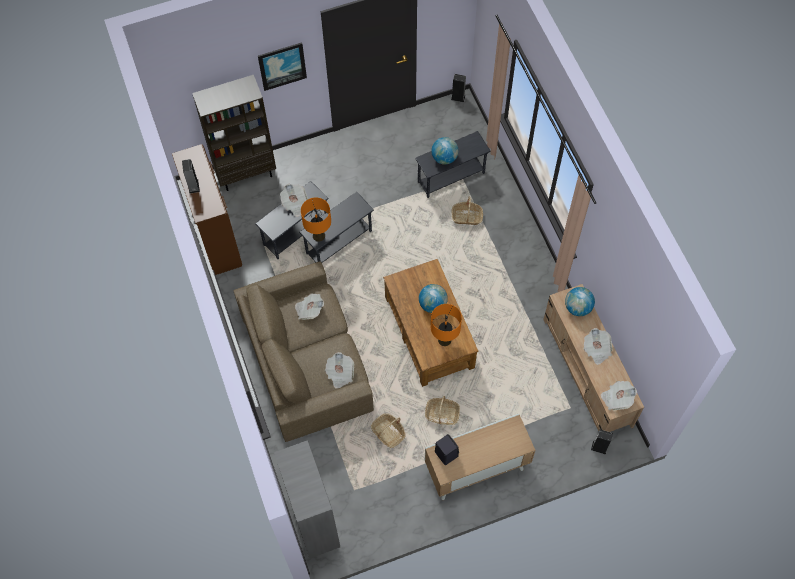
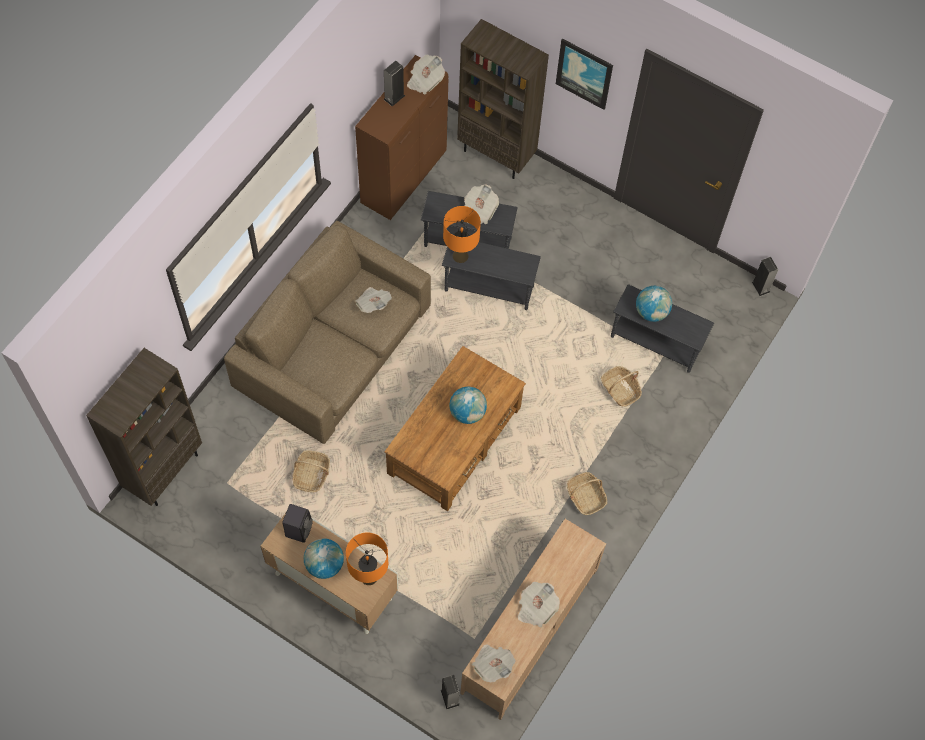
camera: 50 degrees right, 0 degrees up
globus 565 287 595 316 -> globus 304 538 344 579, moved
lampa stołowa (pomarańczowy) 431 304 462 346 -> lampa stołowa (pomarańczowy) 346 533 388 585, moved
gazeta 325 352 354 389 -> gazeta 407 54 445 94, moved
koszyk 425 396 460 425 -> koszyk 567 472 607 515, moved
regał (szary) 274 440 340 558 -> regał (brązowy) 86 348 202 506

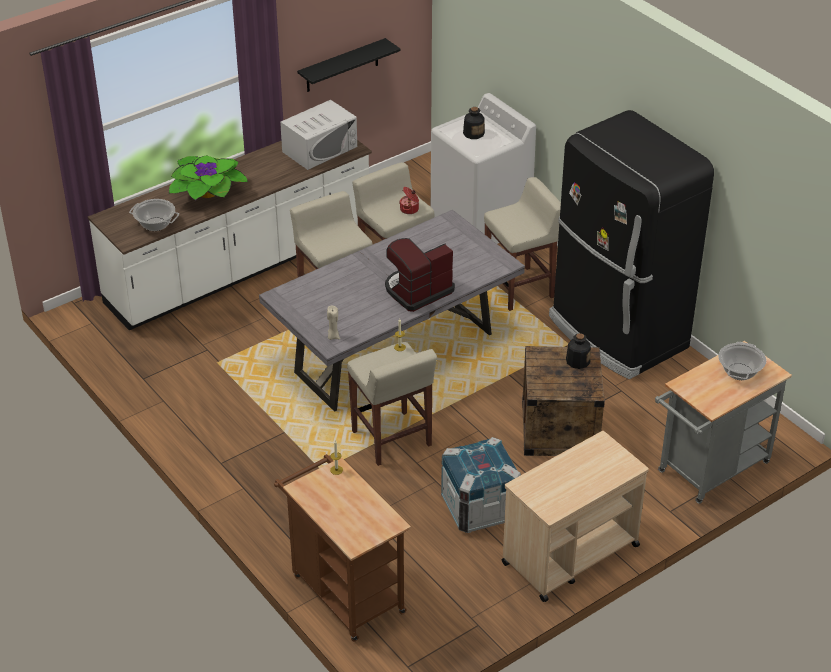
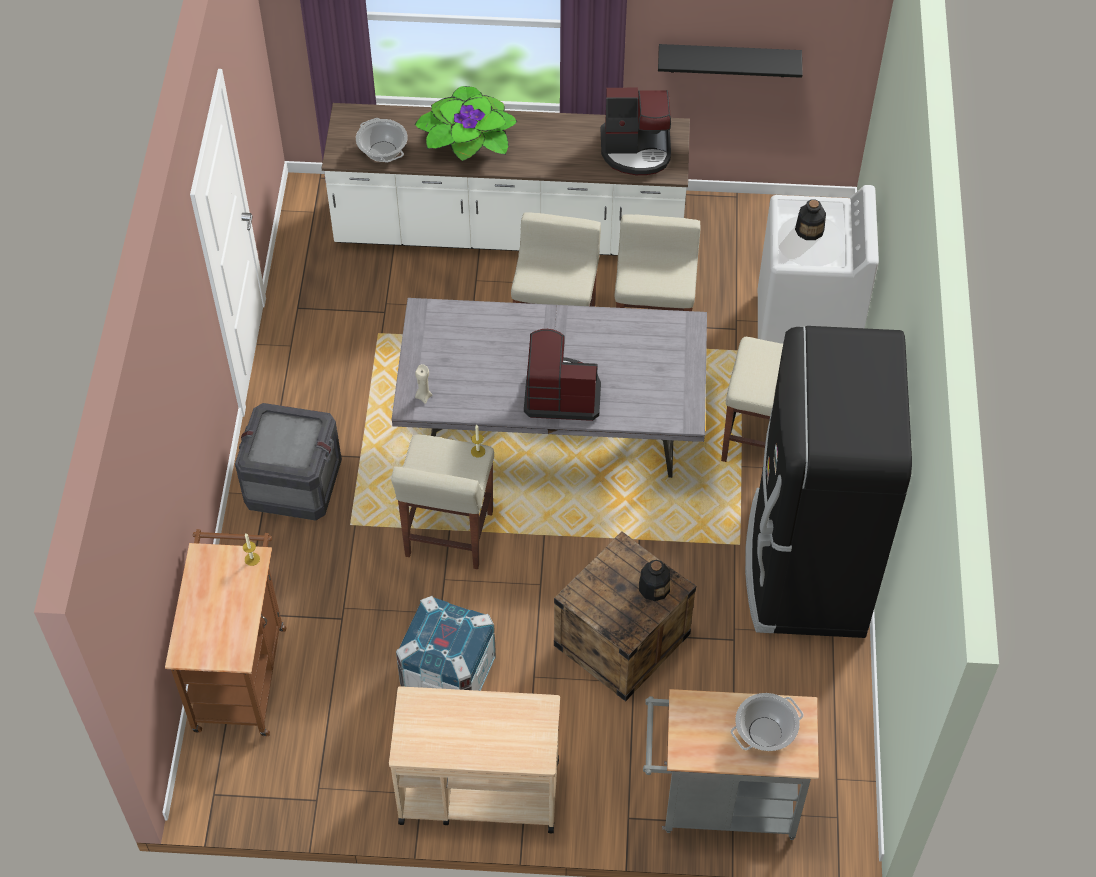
camera: 40 degrees right, 15 degrees up
mikrofalówka (biały) 280 100 357 170 -> ekspres do kawy 601 88 671 175
garnek 399 187 419 214 -> none
none -> skrzynka 235 403 342 520

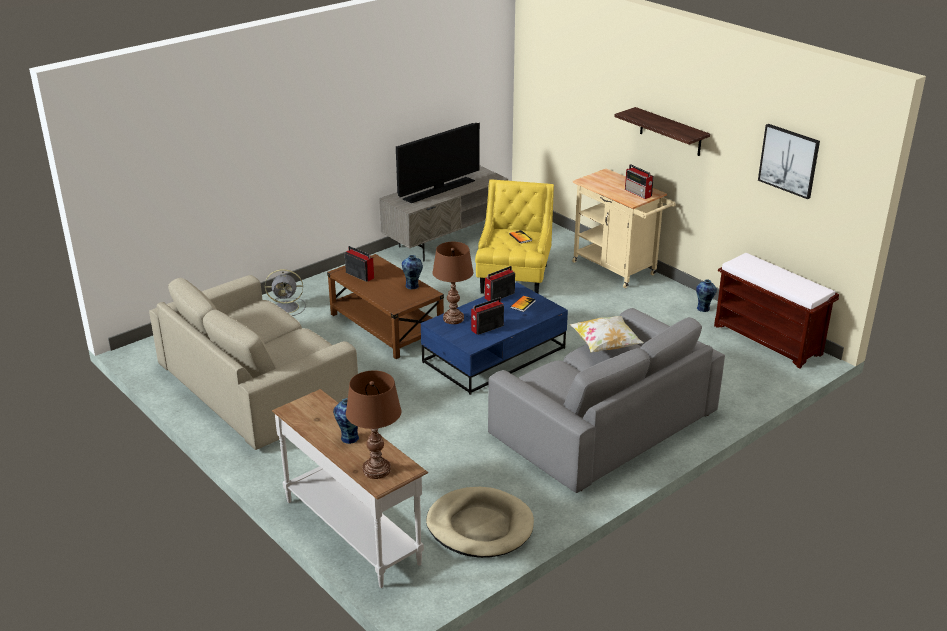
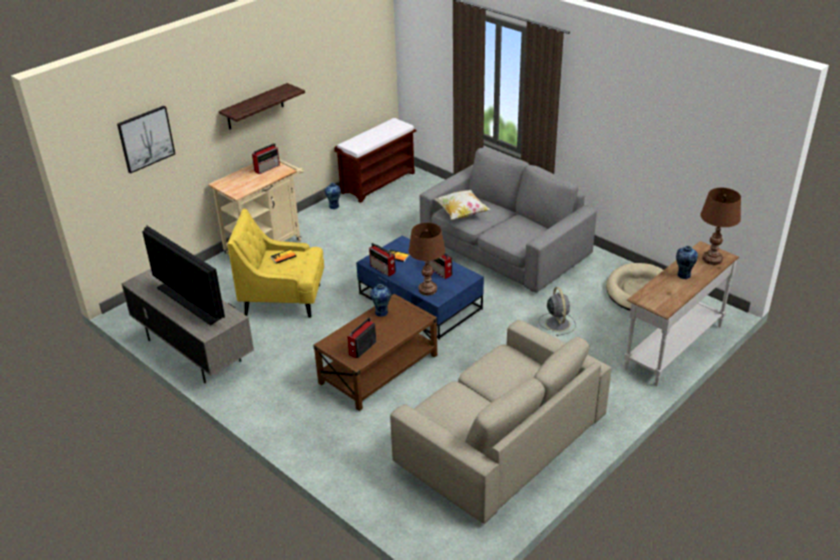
camera: 95 degrees left, 5 degrees up
obraz 758 124 820 199 -> obraz 117 106 175 174, moved
wentylator (szary) 265 269 305 316 -> wentylator (szary) 539 287 576 336, moved

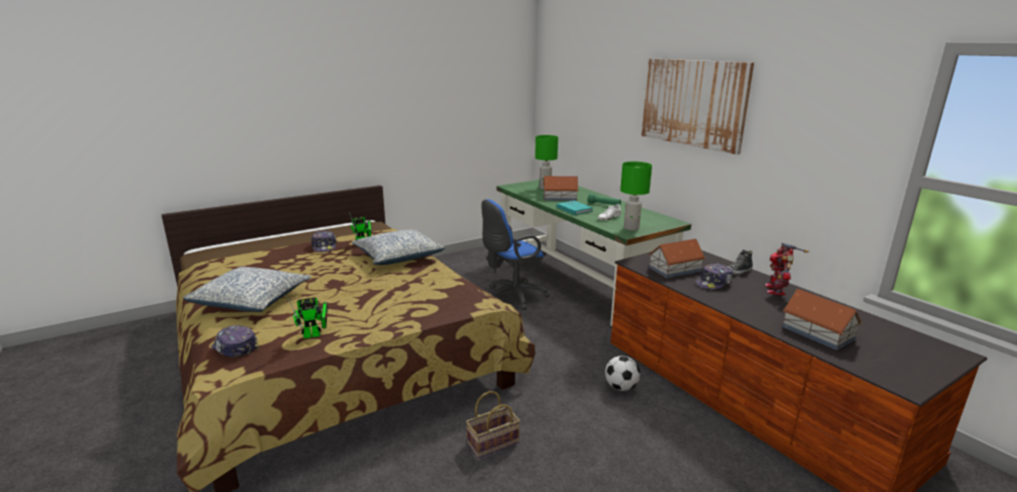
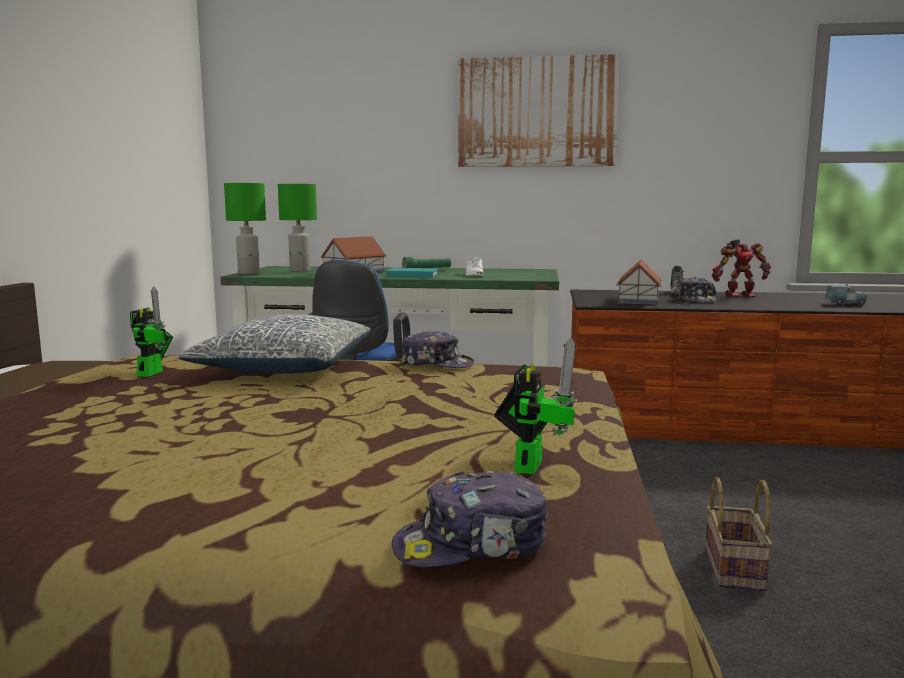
camera: 50 degrees left, 10 degrees down
lampa stołowa (zielony) 620 162 652 231 -> lampa stołowa (zielony) 224 183 266 274, moved
czapka z daszkiem 311 231 337 252 -> czapka z daszkiem 400 331 474 368, moved
robot zabawkowy 765 243 809 296 -> robot zabawkowy 712 239 771 297, 60 degrees counterclockwise
poduszka 183 266 311 312 -> none
domek 782 289 863 350 -> samochodzik (niebieski) 825 284 867 305
piłka futbolowa 605 356 640 391 -> none

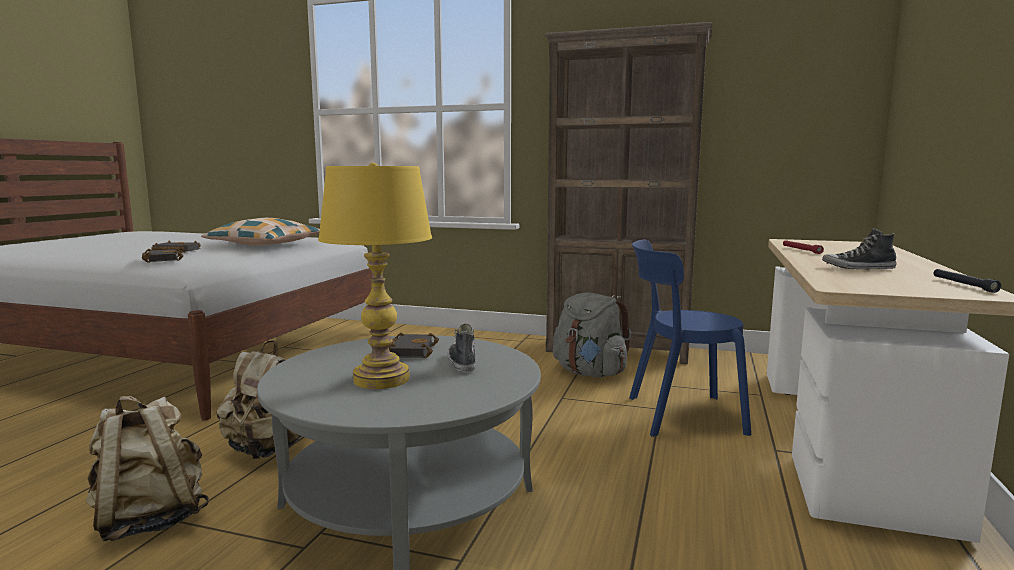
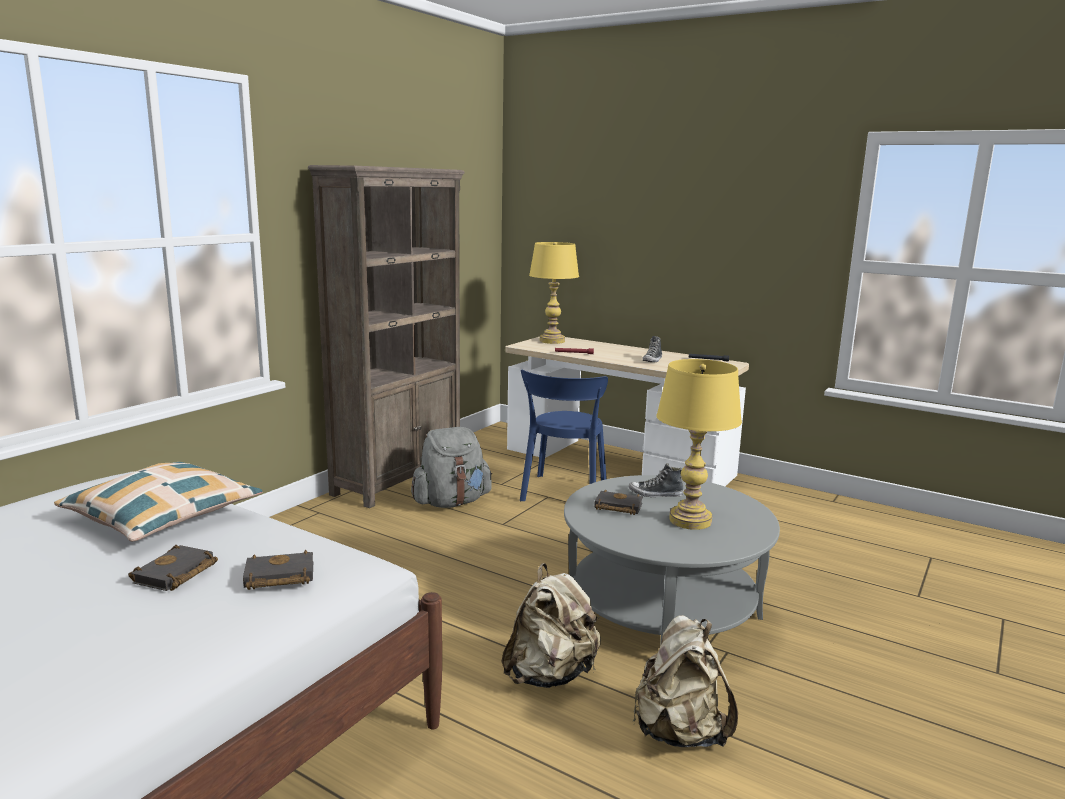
camera: 75 degrees left, 5 degrees up
none -> lampa stołowa (żółty) 529 242 579 344

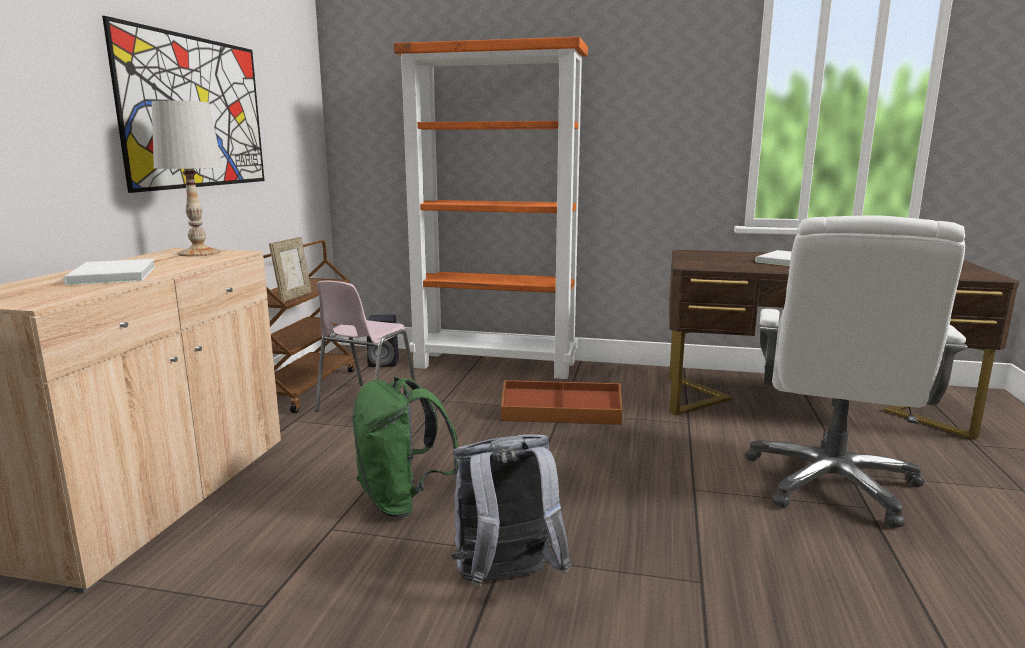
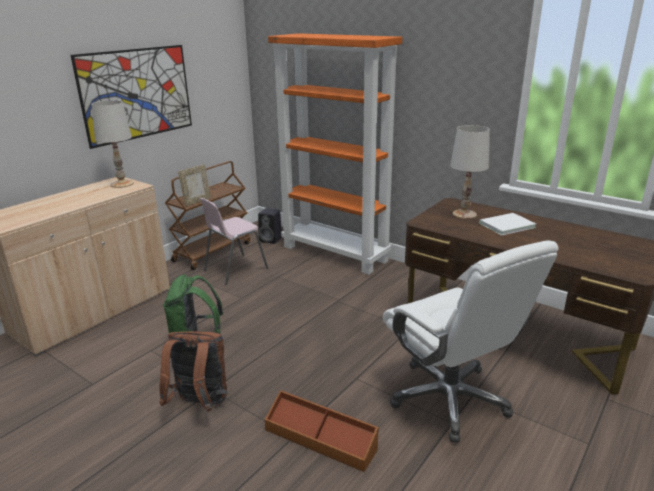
camera: 25 degrees right, 10 degrees up
krzesło biurowe (biały) 745 215 967 528 -> krzesło biurowe (biały) 383 240 559 443, 75 degrees counterclockwise
książka (biały) 63 259 155 285 -> none
pojemnik do przechowywania (brązowy) 501 380 622 425 -> pojemnik do przechowywania (brązowy) 265 390 379 472, moved
plecak (szary) 451 434 572 588 -> plecak (brązowy) 159 331 227 412
none -> lampa stołowa (biały) 450 125 490 219

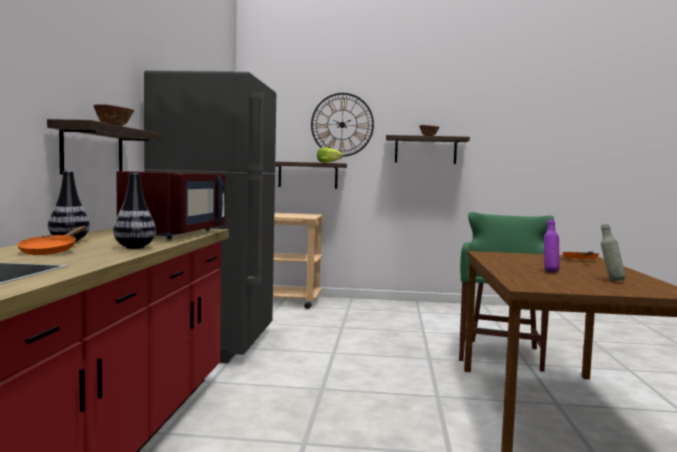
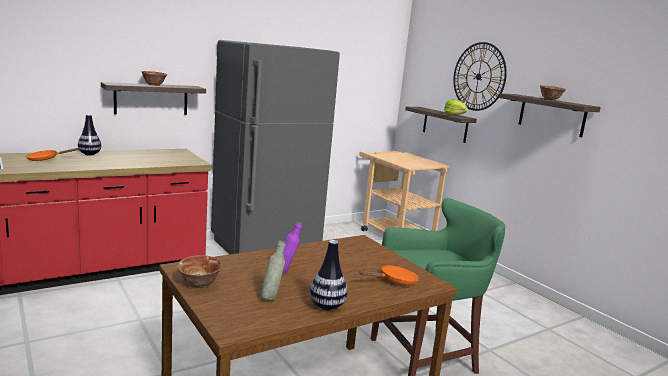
camera: 50 degrees right, 10 degrees up
mikrofalówka (czerwony) 116 171 226 239 -> none
wazon 113 173 156 249 -> wazon 310 240 348 310, moved
none -> miska 177 255 222 288

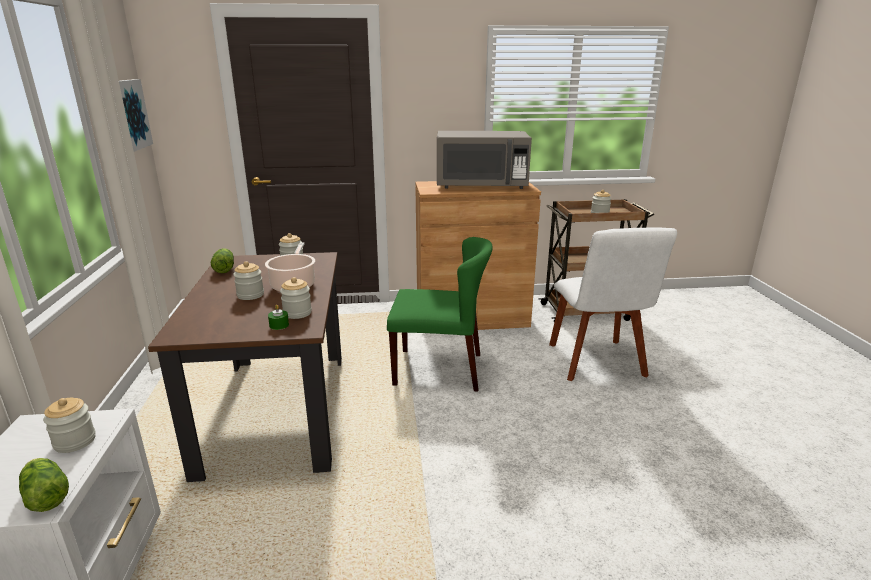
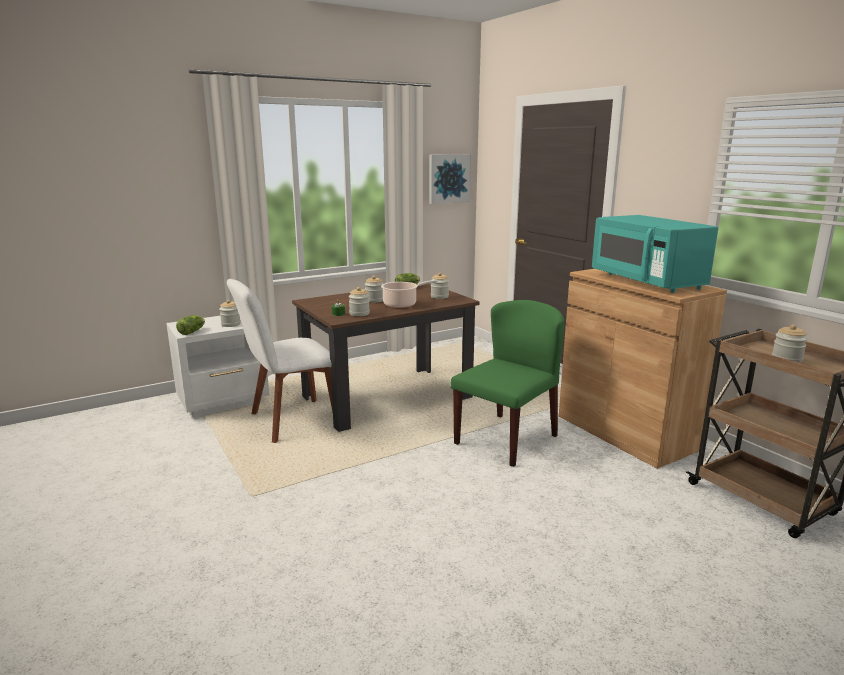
camera: 65 degrees right, 5 degrees down
mikrofalówka (szary) 437 131 532 189 -> mikrofalówka (turkusowy) 592 215 718 293
krzesło (biały) 549 227 677 381 -> krzesło (biały) 227 279 333 443, moved
krzesło (zielony) 387 237 493 392 -> krzesło (zielony) 451 300 564 467, 120 degrees counterclockwise

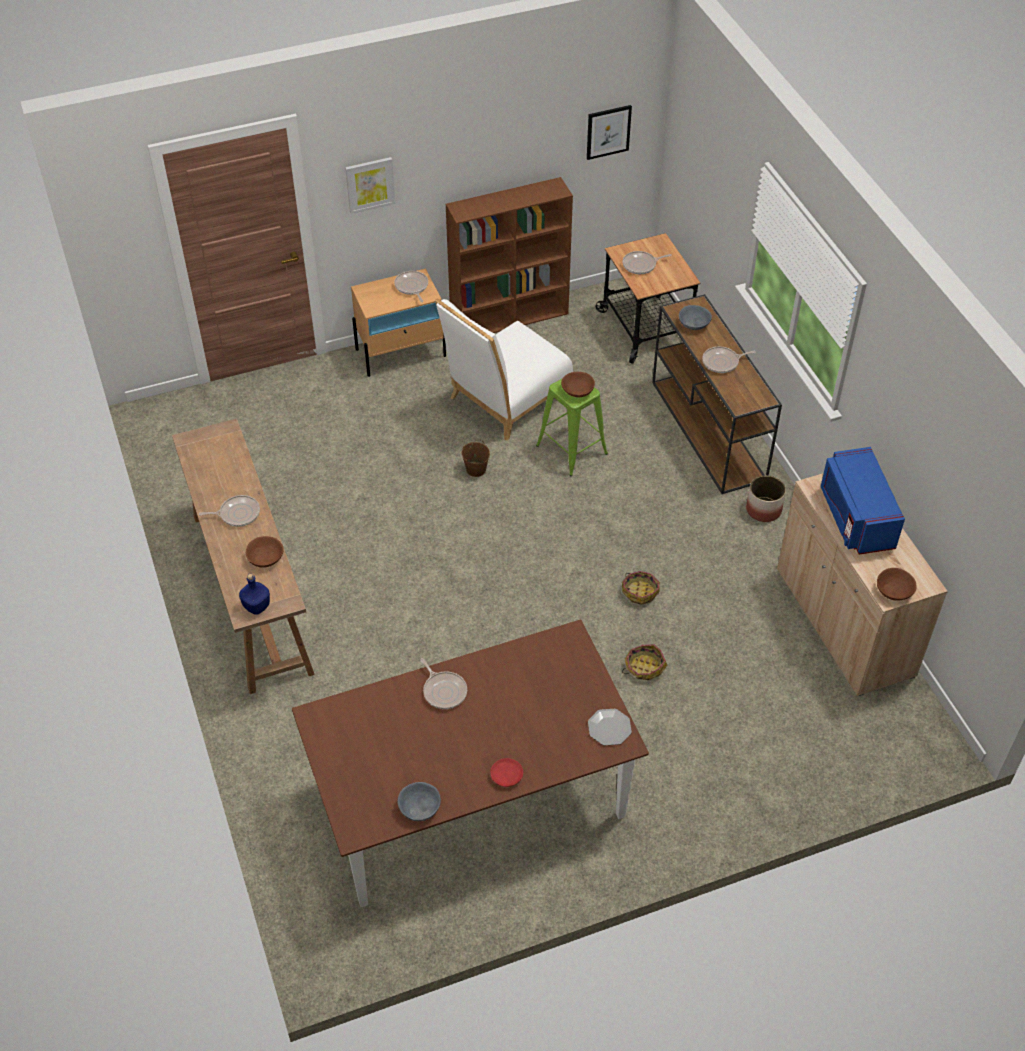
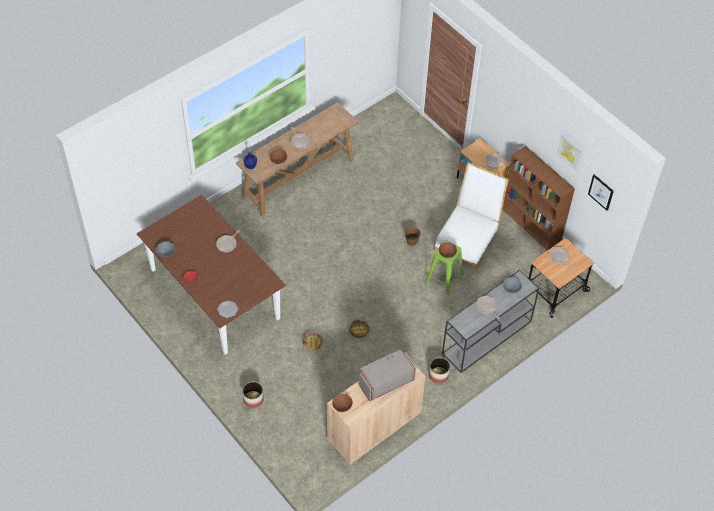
camera: 70 degrees right, 5 degrees up
obraz 345 157 396 214 -> obraz 557 133 582 170, moved
stolik konsolowy (brązowy) 652 294 782 494 -> stolik konsolowy (szary) 442 270 539 373
krzesło (biały) 435 298 573 441 -> krzesło (biały) 433 162 509 272, 90 degrees clockwise
mikrofalówka (niebieski) 821 447 905 555 -> mikrofalówka (szary) 359 350 416 401
none -> donica 242 382 264 408

